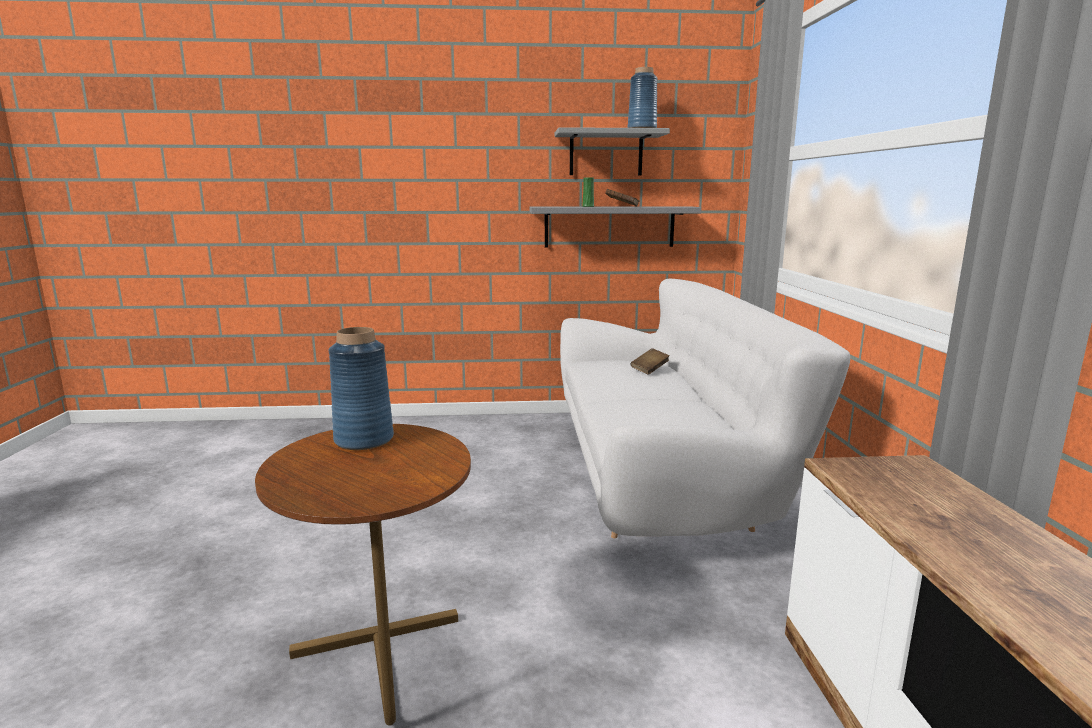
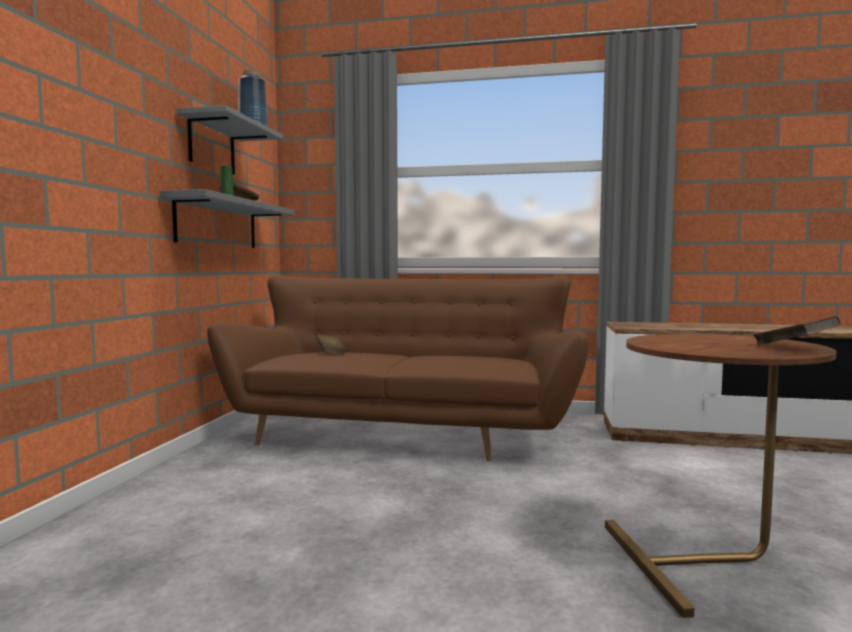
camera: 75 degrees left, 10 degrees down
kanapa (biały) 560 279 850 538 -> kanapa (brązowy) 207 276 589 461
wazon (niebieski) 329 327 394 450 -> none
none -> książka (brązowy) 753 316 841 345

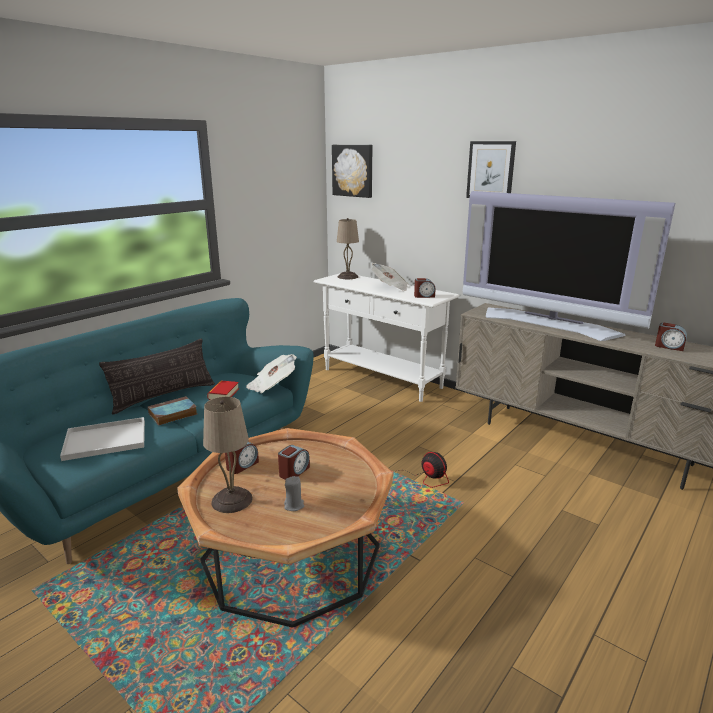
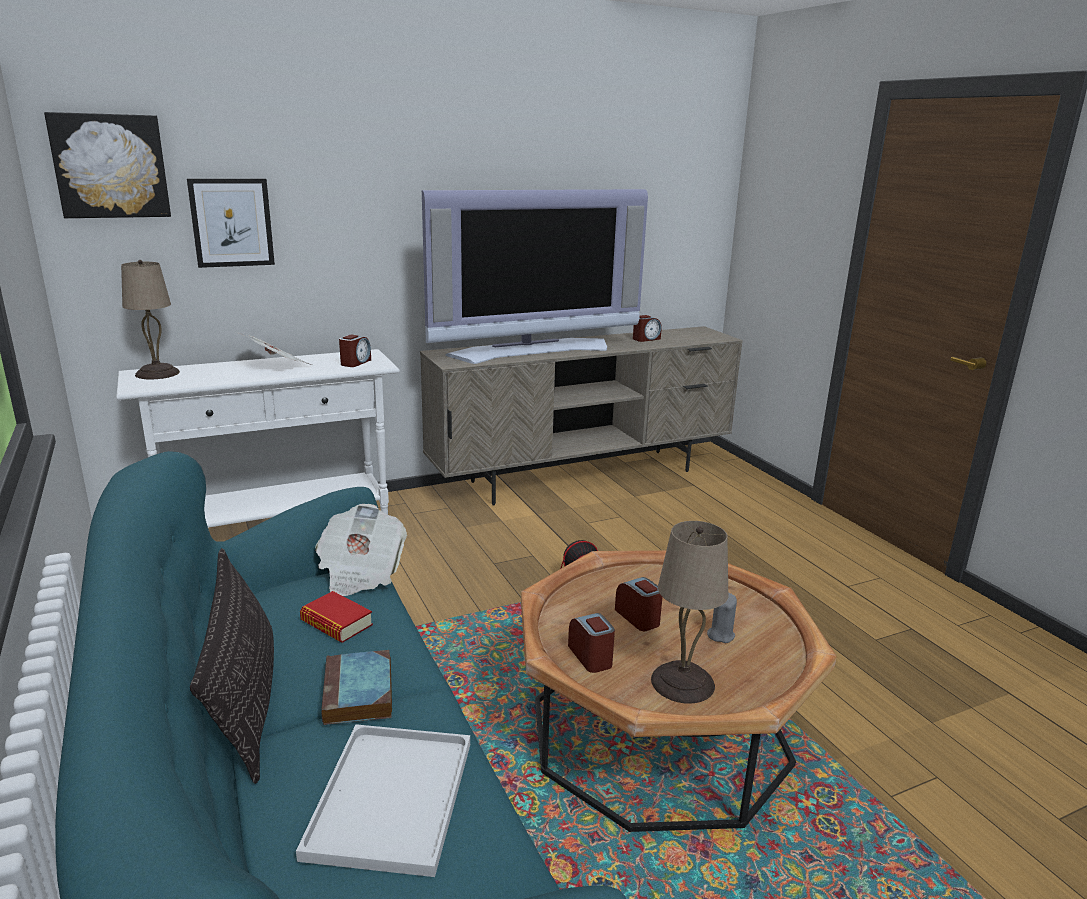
camera: 65 degrees left, 0 degrees up
obraz 466 141 516 198 -> obraz 187 178 275 268, moved

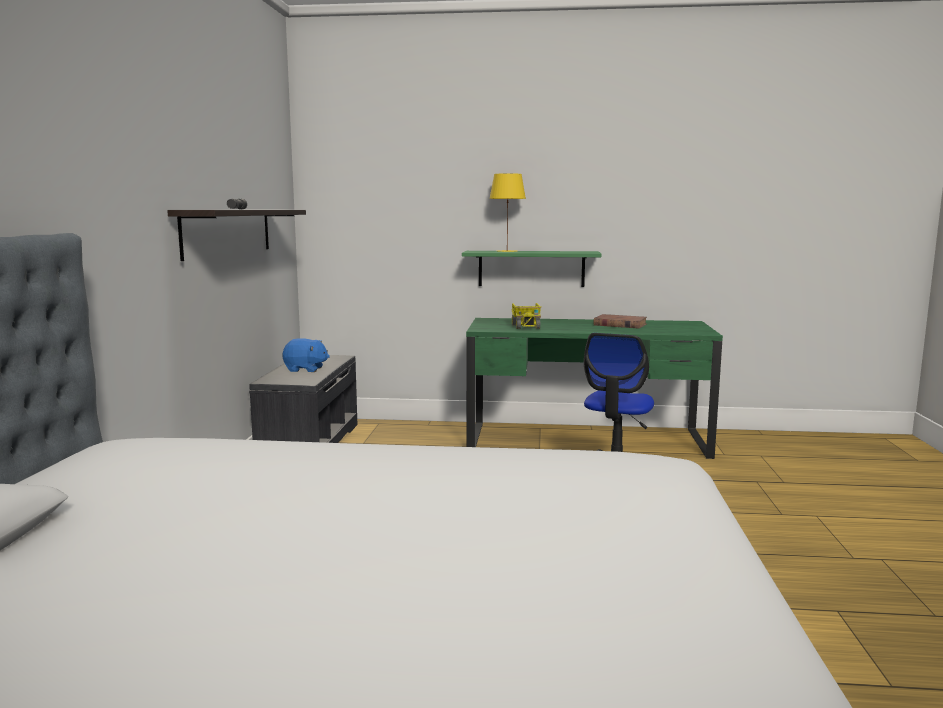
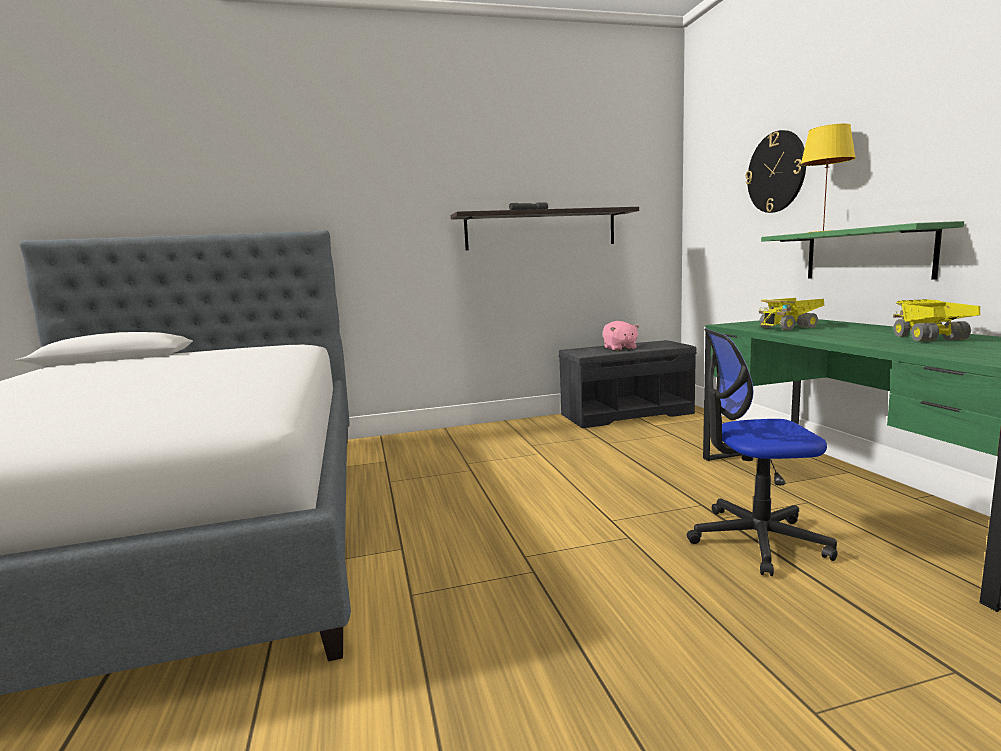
camera: 70 degrees right, 0 degrees up
książka (brązowy) 594 314 647 329 -> ciężarówka zabawkowa 893 299 980 341
pluszak (niebieski) 282 338 330 372 -> pluszak (różowy) 603 321 639 351
none -> zegar ścienny 746 130 806 213

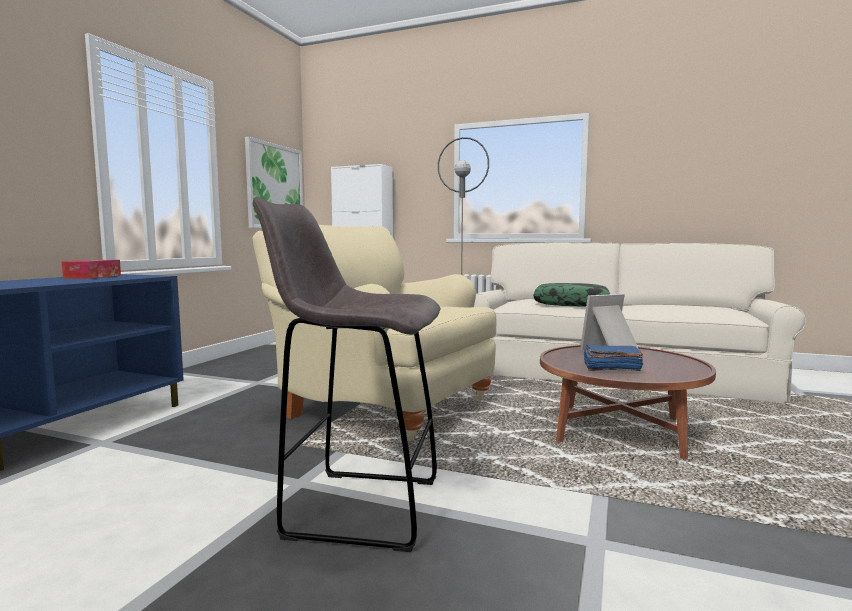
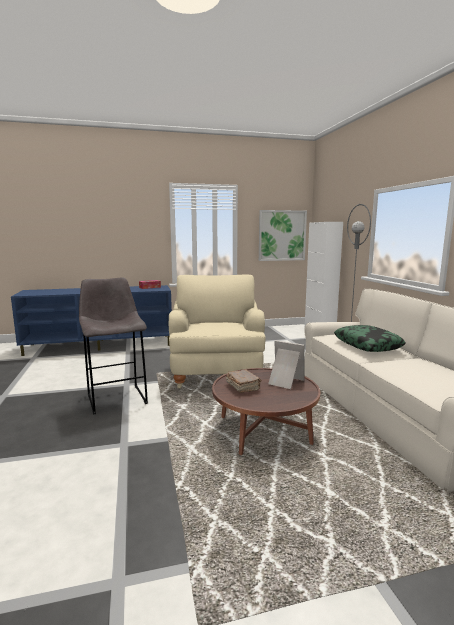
camera: 55 degrees right, 5 degrees up
książka (niebieski) 583 345 643 371 -> książka (brązowy) 226 369 262 393

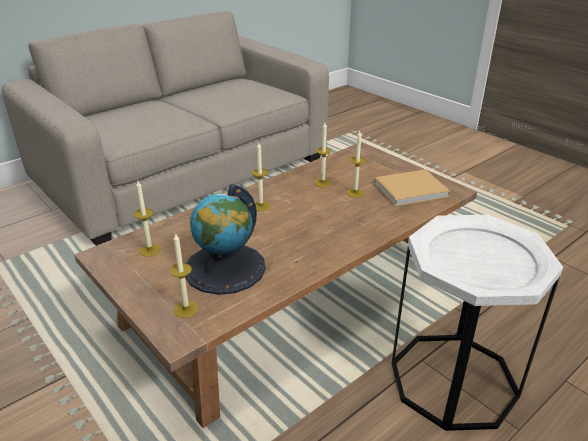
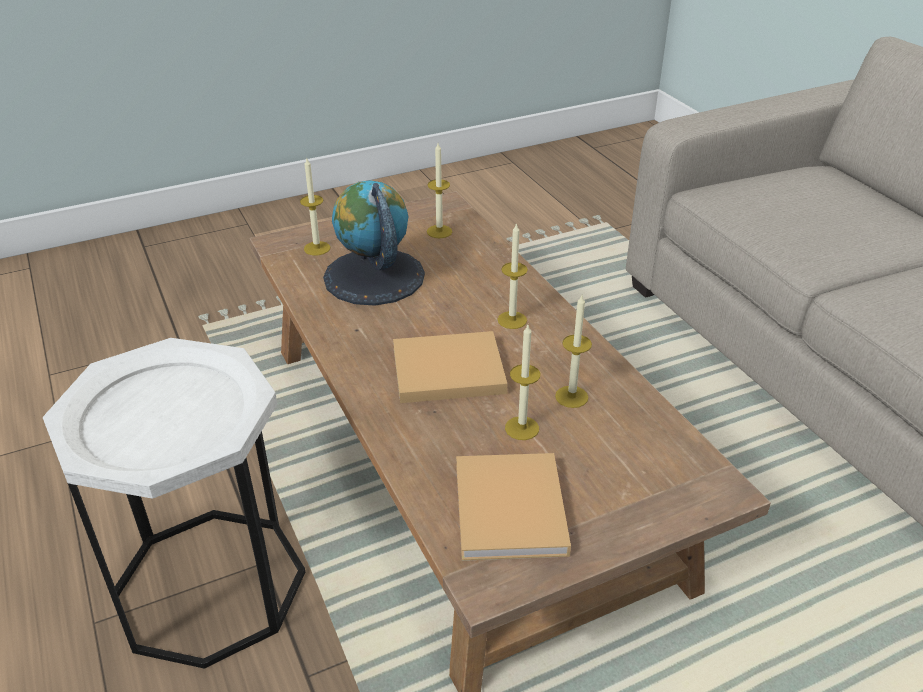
camera: 105 degrees right, 5 degrees up
none -> książka (beżowy) 393 331 507 403

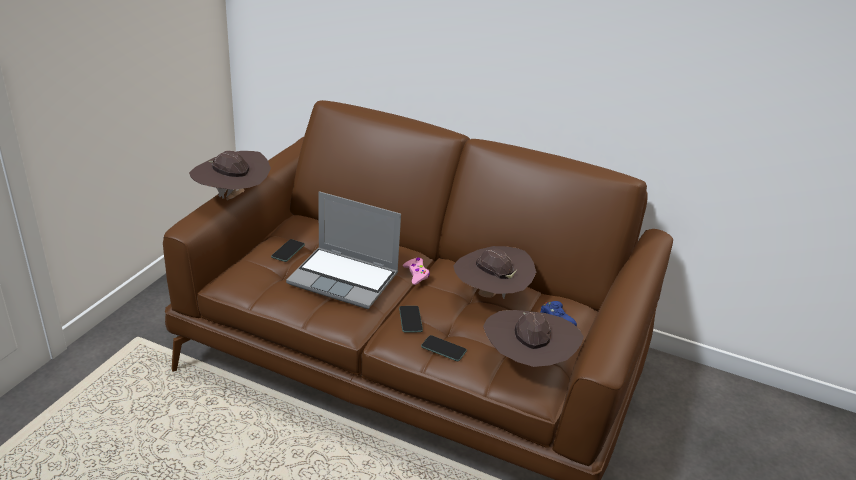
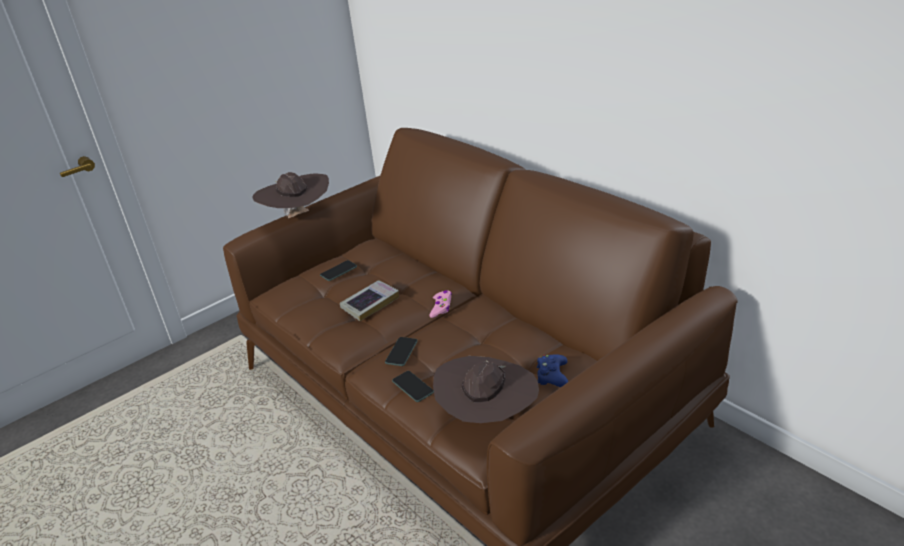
camera: 30 degrees right, 0 degrees up
laptop 286 191 401 309 -> książka 340 280 399 321
kapelusz (brązowy) 453 246 536 299 -> none

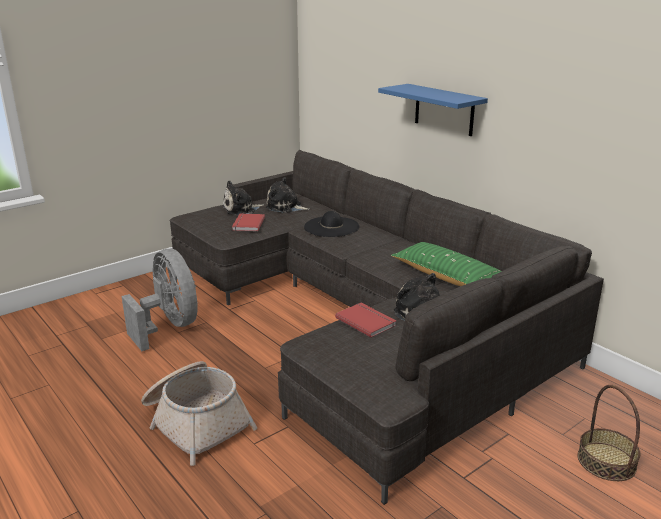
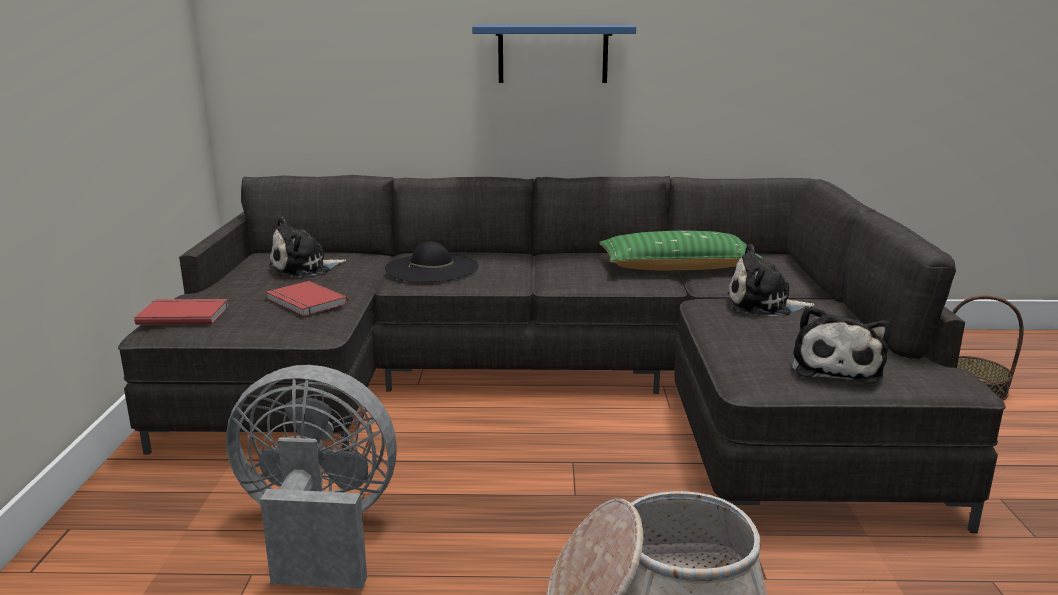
camera: 50 degrees left, 5 degrees down
pluszak 222 180 264 215 -> pluszak 792 306 891 384, moved
książka (czerwony) 335 303 396 338 -> książka (czerwony) 134 299 229 325, moved

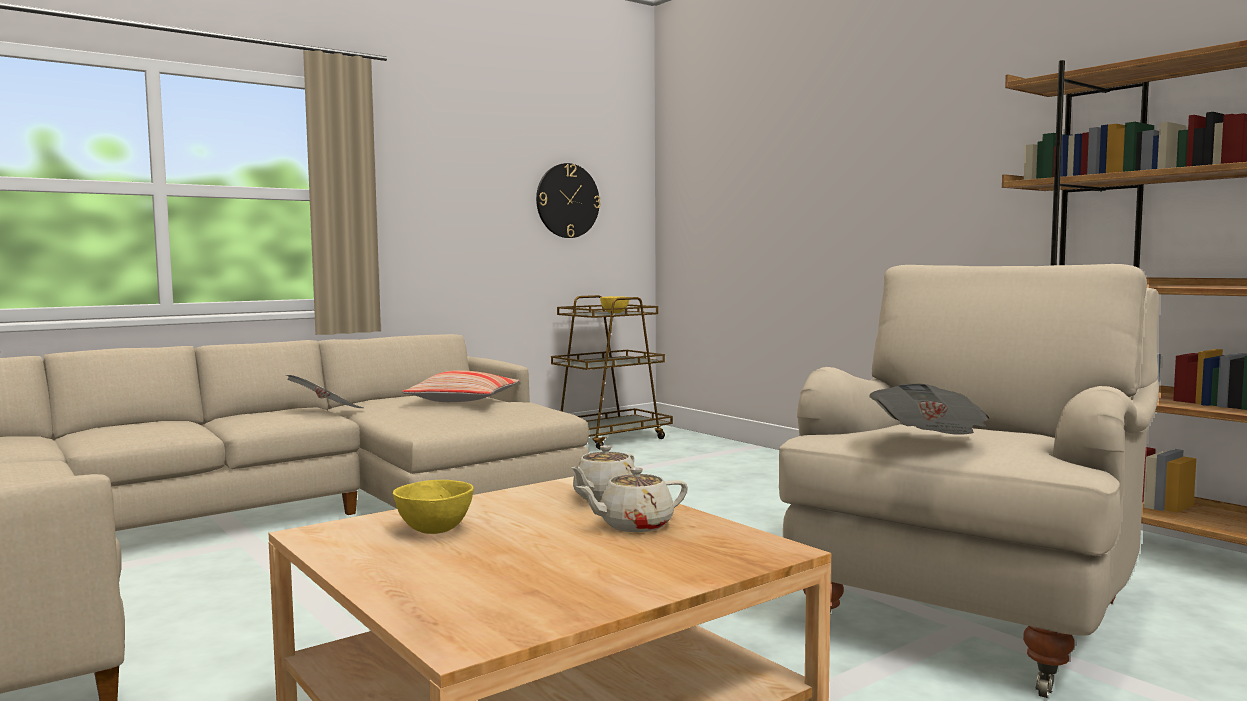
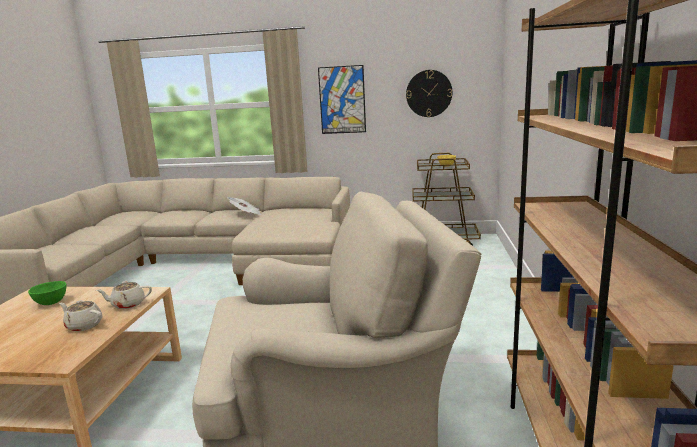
camera: 45 degrees right, 10 degrees up
poduszka 402 370 520 402 -> none
gazeta 869 383 990 435 -> none
miska (żółty) 393 480 474 534 -> miska (zielony) 28 281 67 305
none -> obraz 318 65 366 134

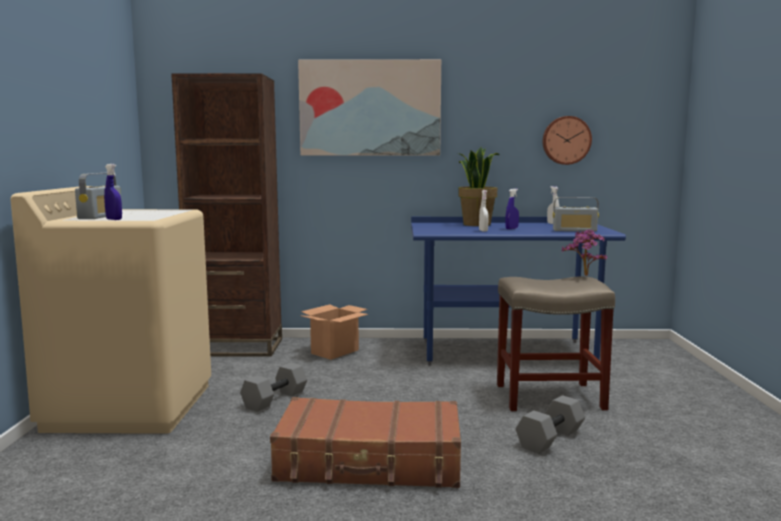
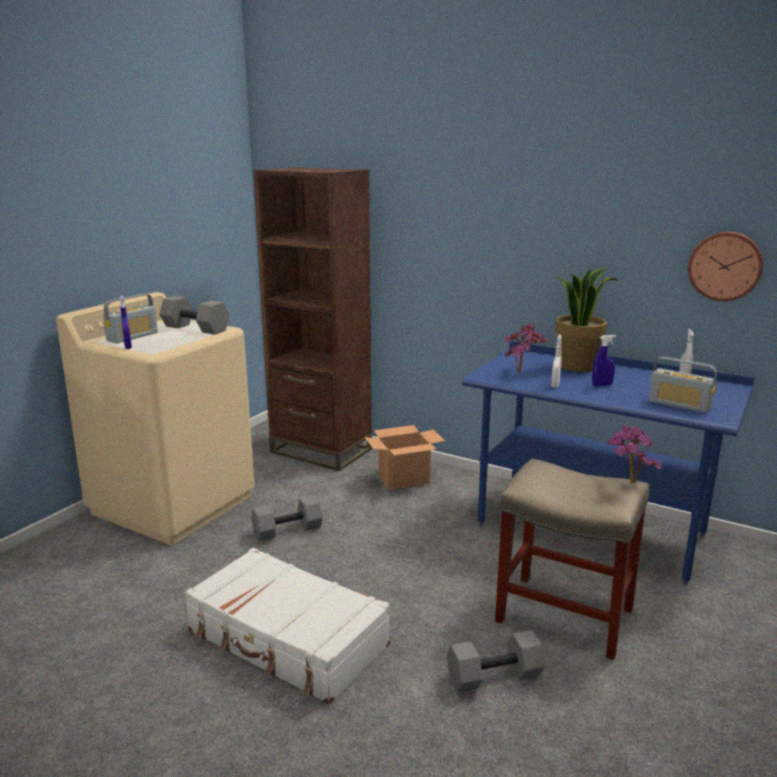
camera: 30 degrees right, 10 degrees up
obraz 298 59 441 156 -> none
walizka (brązowy) 270 397 461 488 -> walizka (biały) 184 548 390 705
none -> hantel (szary) 160 296 230 335
none -> roślina doniczkowa 505 323 548 372

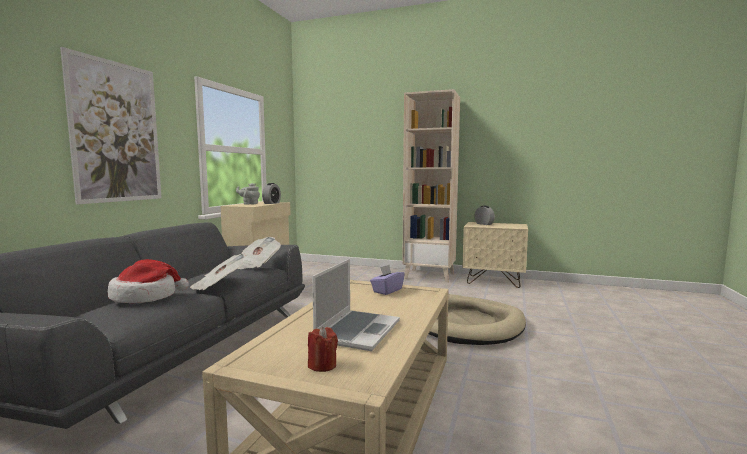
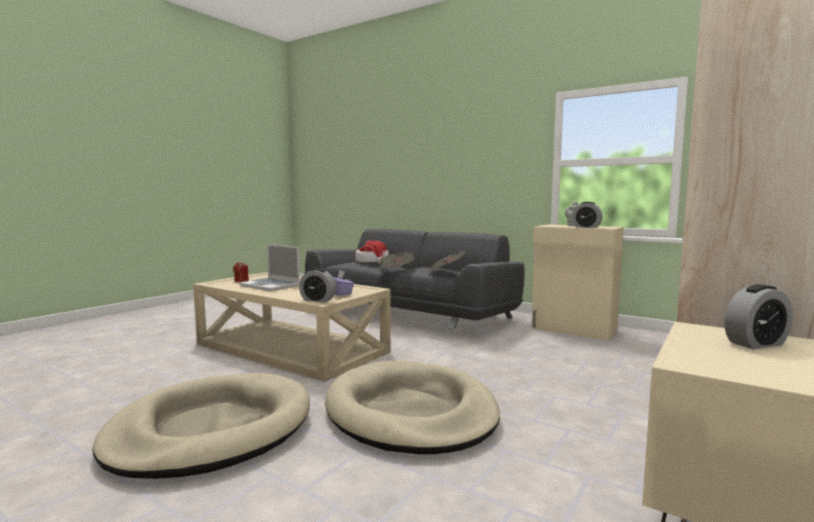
camera: 105 degrees right, 0 degrees up
obraz 60 47 162 204 -> none
none -> budzik 299 268 336 302
none -> legowisko (beżowy) 93 373 310 479

